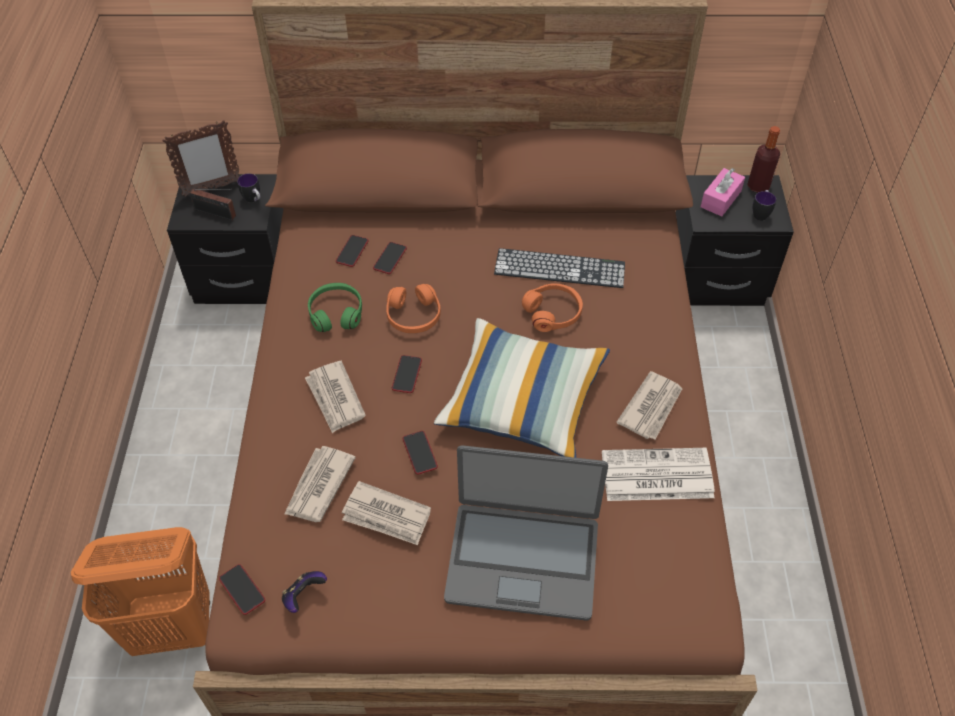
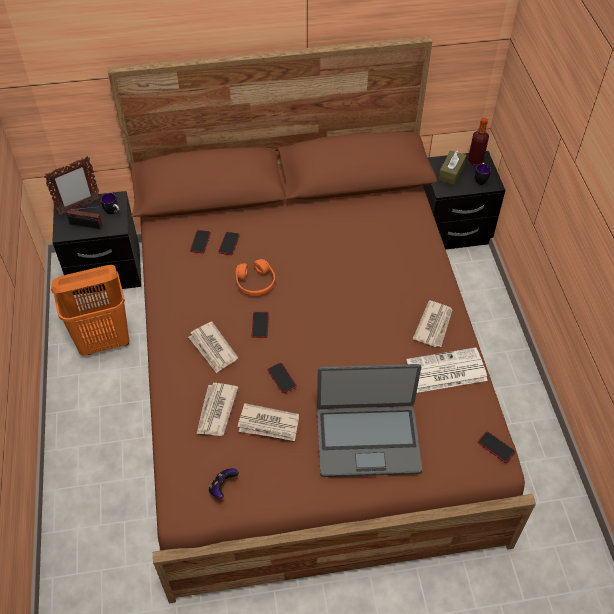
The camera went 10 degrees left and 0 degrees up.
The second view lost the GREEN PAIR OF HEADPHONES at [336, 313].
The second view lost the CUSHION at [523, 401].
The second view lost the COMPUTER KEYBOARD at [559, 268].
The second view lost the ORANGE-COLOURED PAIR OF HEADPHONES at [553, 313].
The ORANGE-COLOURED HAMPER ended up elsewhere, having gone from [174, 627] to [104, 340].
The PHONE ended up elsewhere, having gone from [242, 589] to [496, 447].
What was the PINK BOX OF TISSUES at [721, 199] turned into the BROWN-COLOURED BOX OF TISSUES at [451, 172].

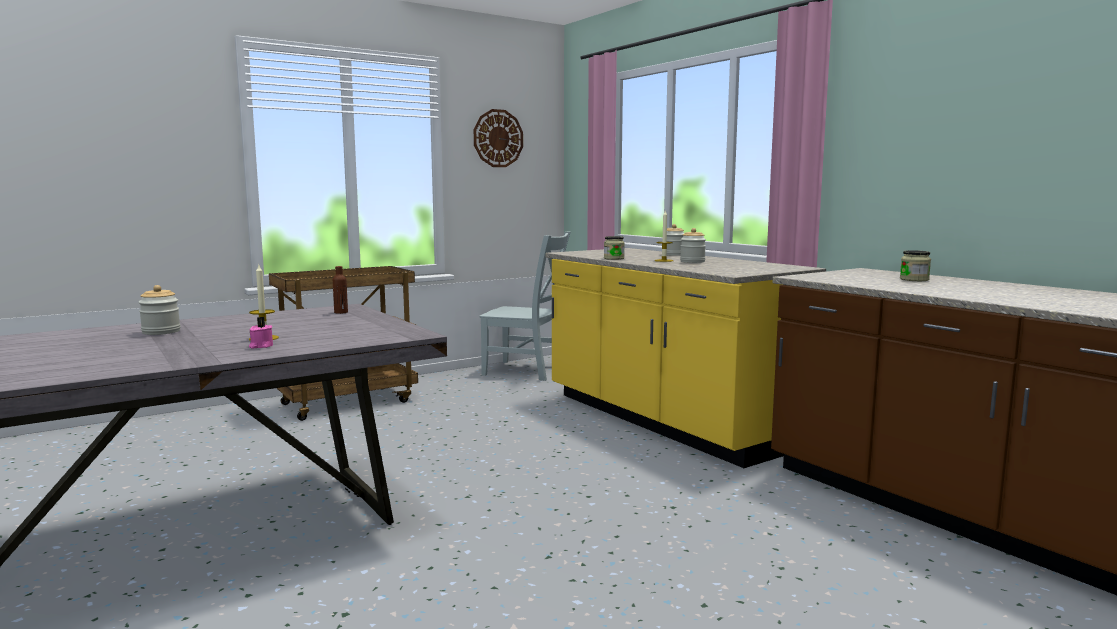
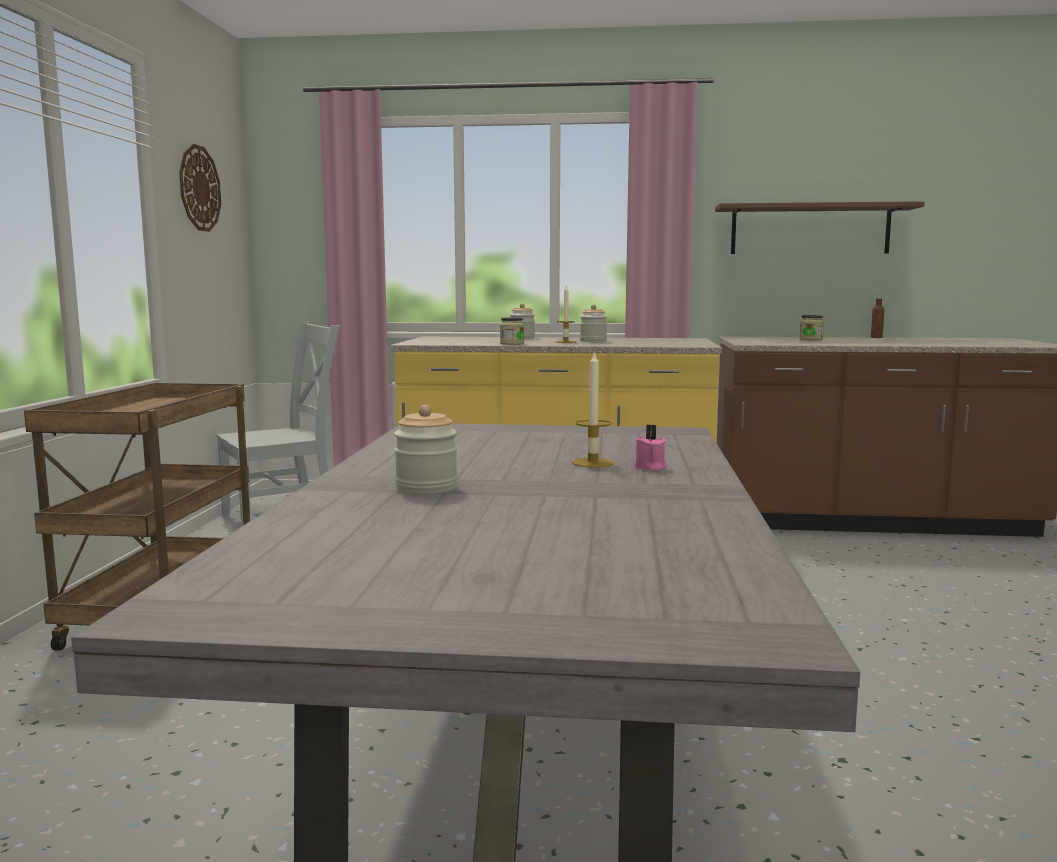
The camera went 50 degrees left and 0 degrees up.
The second view gained the BROWN-COLOURED BRACKET SHELF at [810, 230].
The BROWN-COLOURED BEVERAGE BOTTLE ended up elsewhere, having gone from [341, 312] to [876, 337].

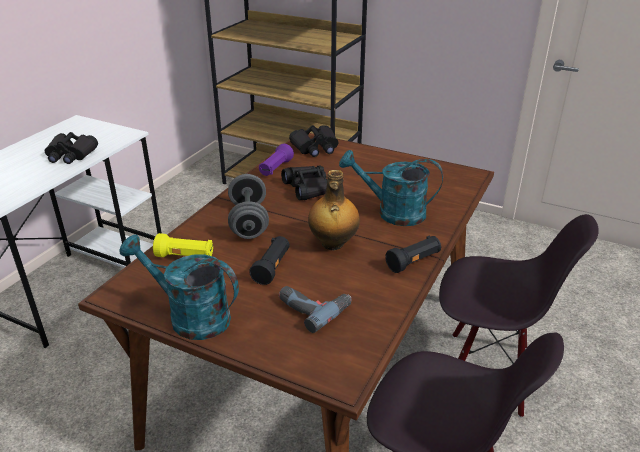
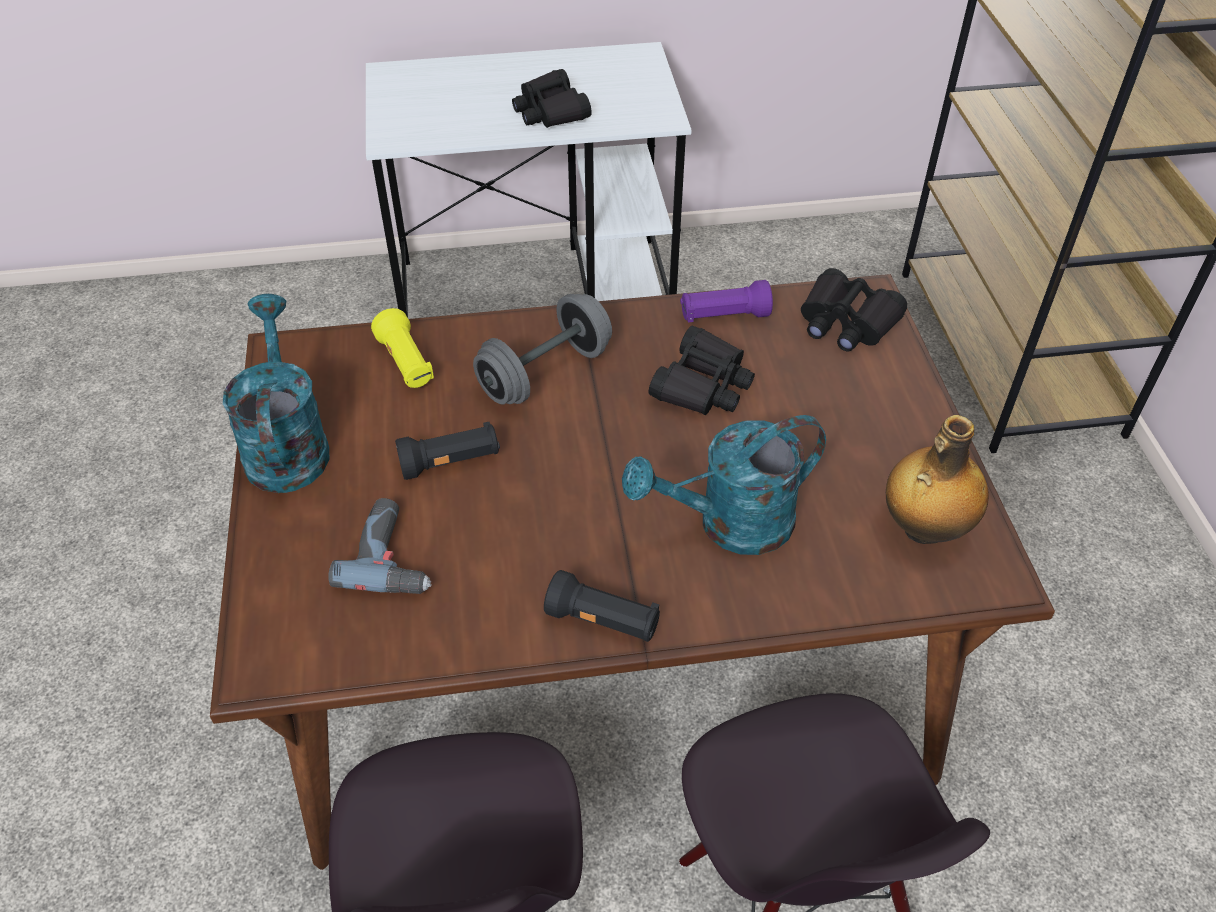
The camera went 55 degrees right and 15 degrees up.
The BEVERAGE BOTTLE ended up elsewhere, having gone from [332, 244] to [923, 528].
The BLUE-GREEN SPRINKLING CAN at [392, 213] ended up facing another way, 90 degrees counterclockwise from before.

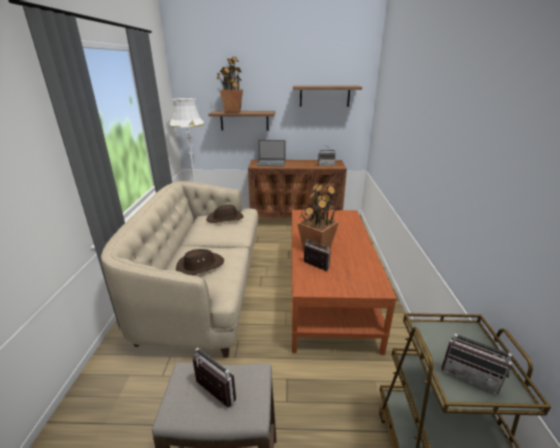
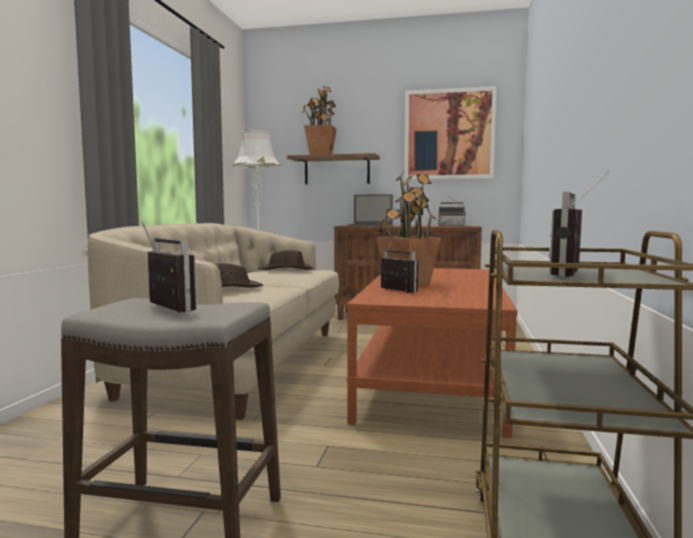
The camera went 10 degrees right and 20 degrees down.
Where the BRACKET SHELF hung at [324, 96], the PICTURE came to hang at [449, 134].
The RADIO SET at [470, 374] ended up facing another way, 75 degrees clockwise from before.

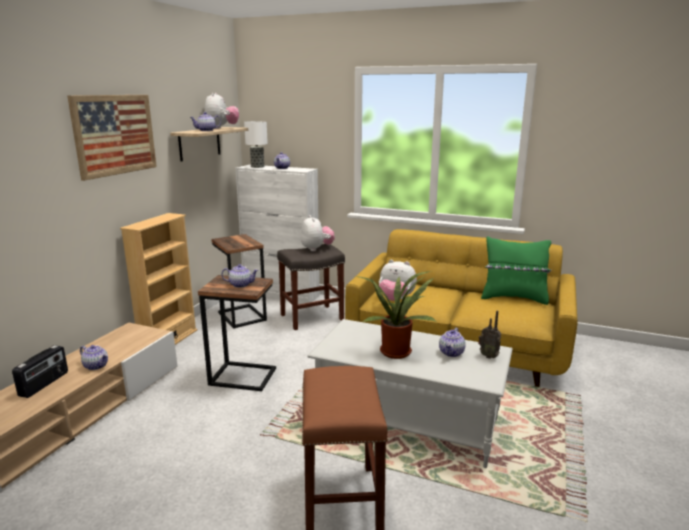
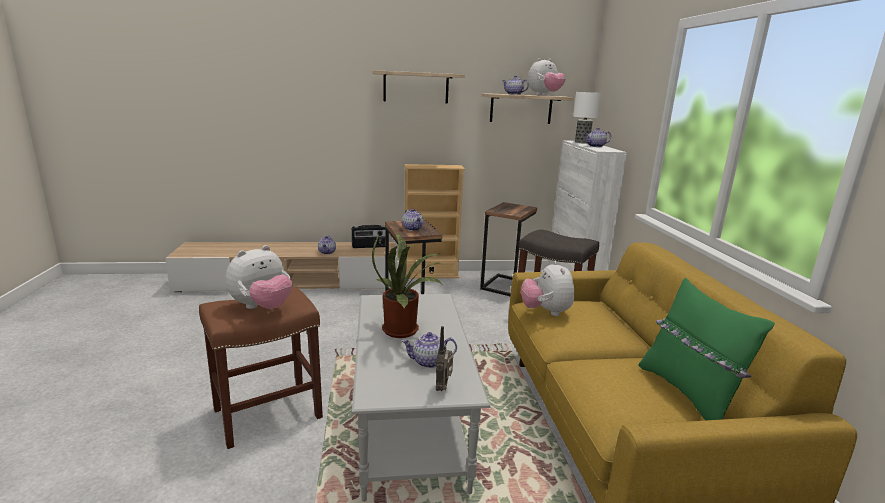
The camera went 60 degrees right and 0 degrees up.
The RADIO SET ended up elsewhere, having gone from [44, 384] to [369, 246].
The PLUSH TOY ended up elsewhere, having gone from [317, 249] to [262, 307].
Where the PICTURE hung at [115, 135], the BRACKET SHELF came to hang at [416, 87].

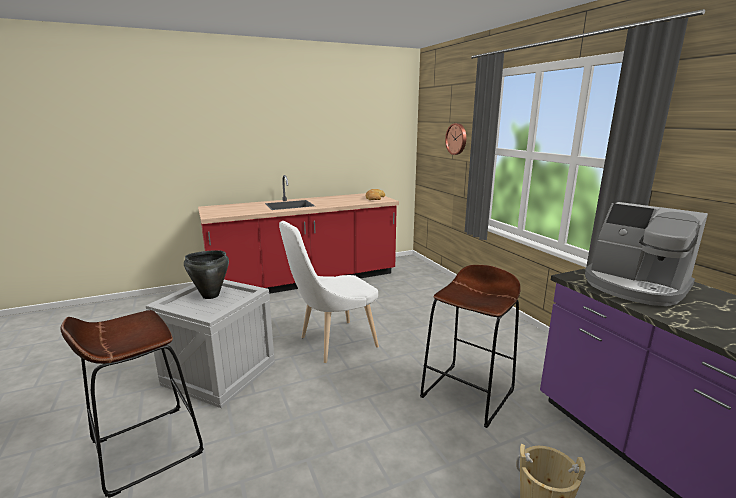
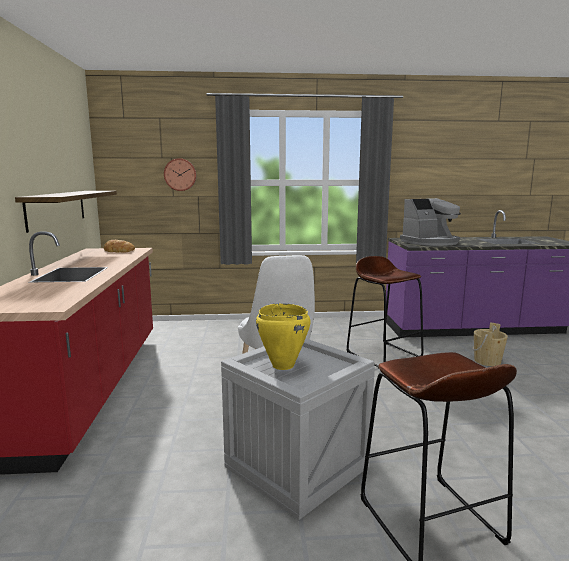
The camera went 70 degrees left and 5 degrees down.
The second view gained the BRACKET SHELF at [57, 209].
What was the BLACKISH SAUCEPOT at [210, 295] turned into the YELLOW SAUCEPOT at [282, 365].

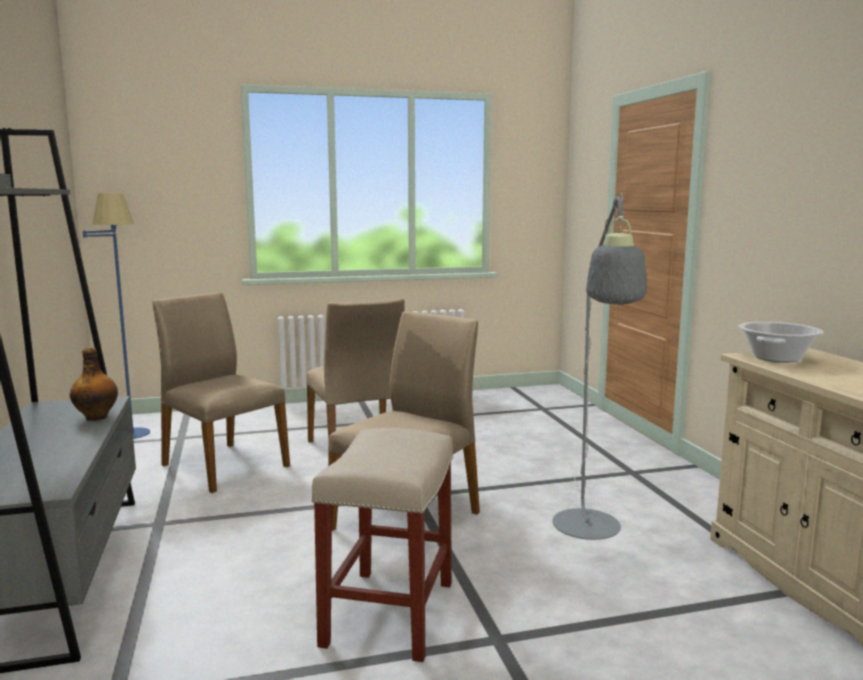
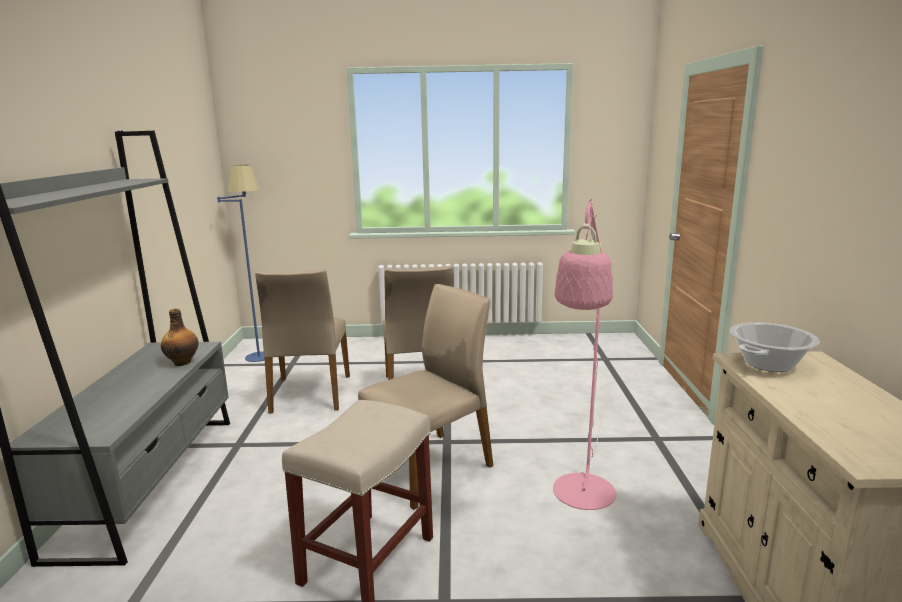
The camera went 15 degrees right and 5 degrees up.
What was the GREYISH STANDING LAMP at [589, 532] turned into the PINK STANDING LAMP at [582, 500].
The SAND-COLOURED UPRIGHT CHAIR at [223, 465] ended up facing another way, 150 degrees counterclockwise from before.

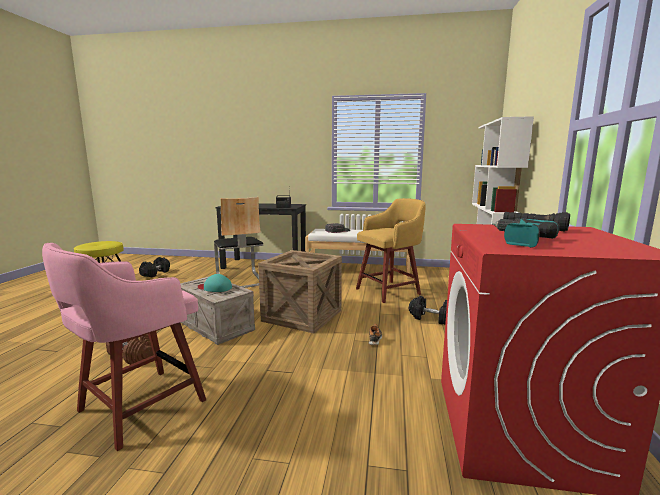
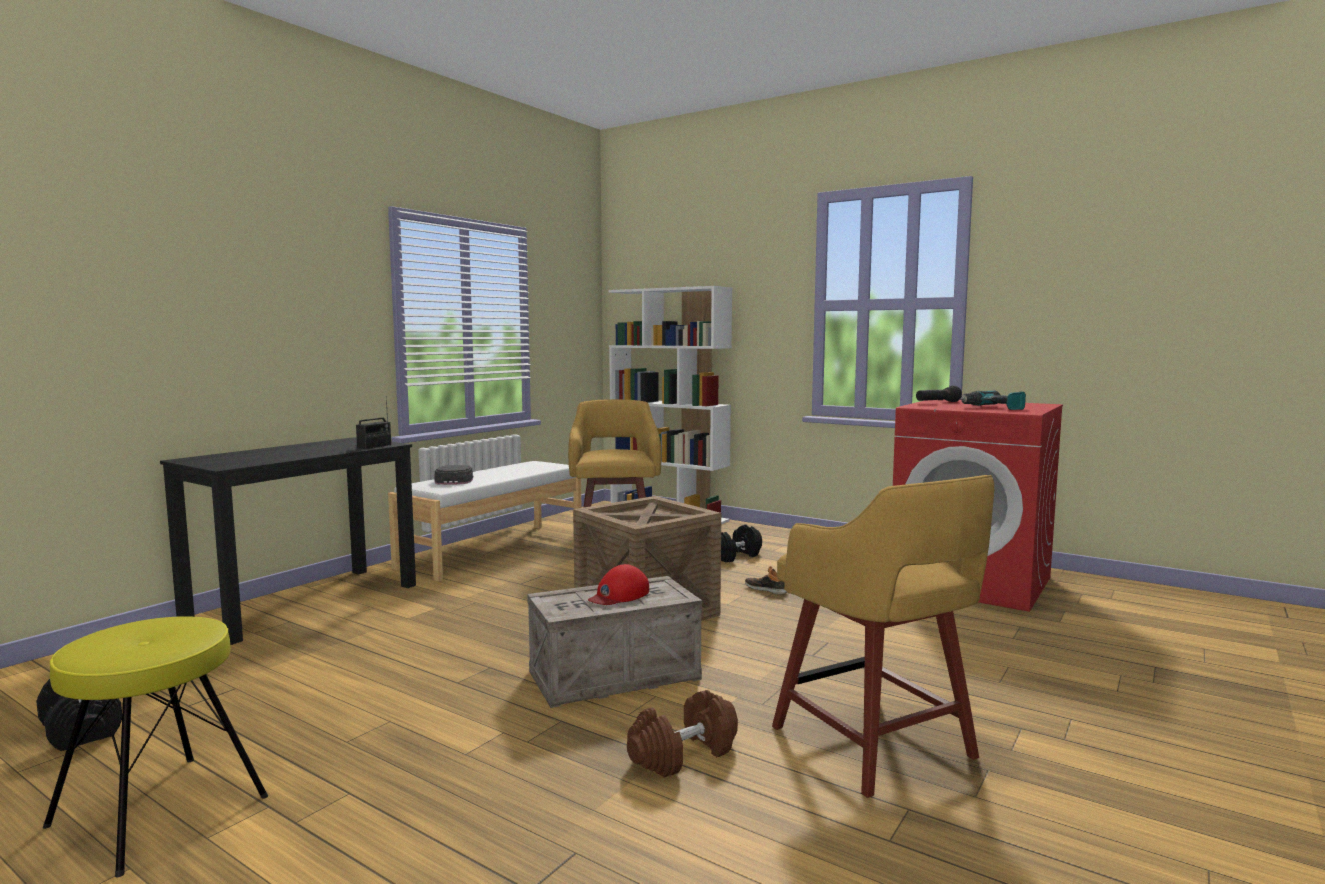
The camera went 65 degrees left and 5 degrees down.
The second view lost the UPRIGHT CHAIR at [240, 280].
What was the PINK STOOL SEAT at [138, 407] turned into the YELLOW STOOL SEAT at [875, 745].
What was the BLUE-GREEN PEAKED CAP at [215, 288] turned into the REDDISH PEAKED CAP at [619, 595].

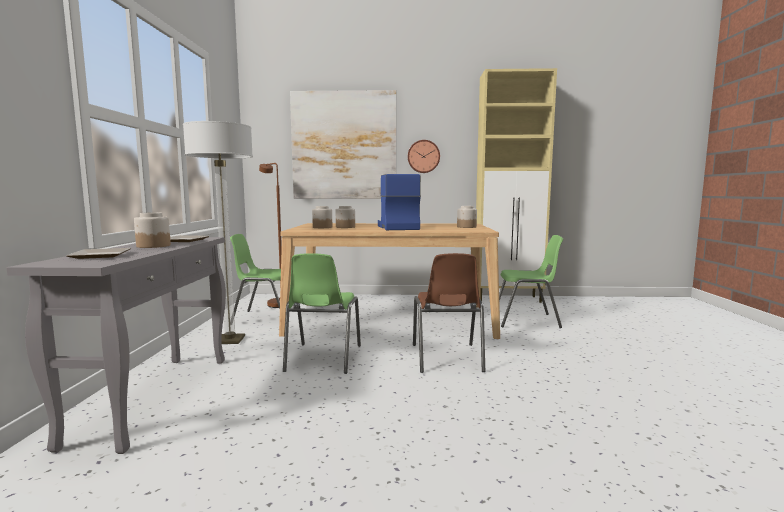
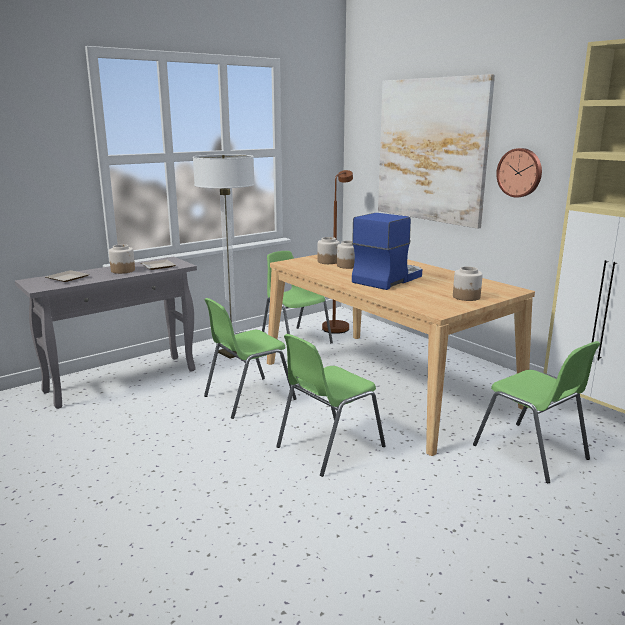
The camera went 50 degrees right and 10 degrees up.
What was the BROWN-COLOURED UPRIGHT CHAIR at [446, 358] turned into the GREEN UPRIGHT CHAIR at [328, 447].

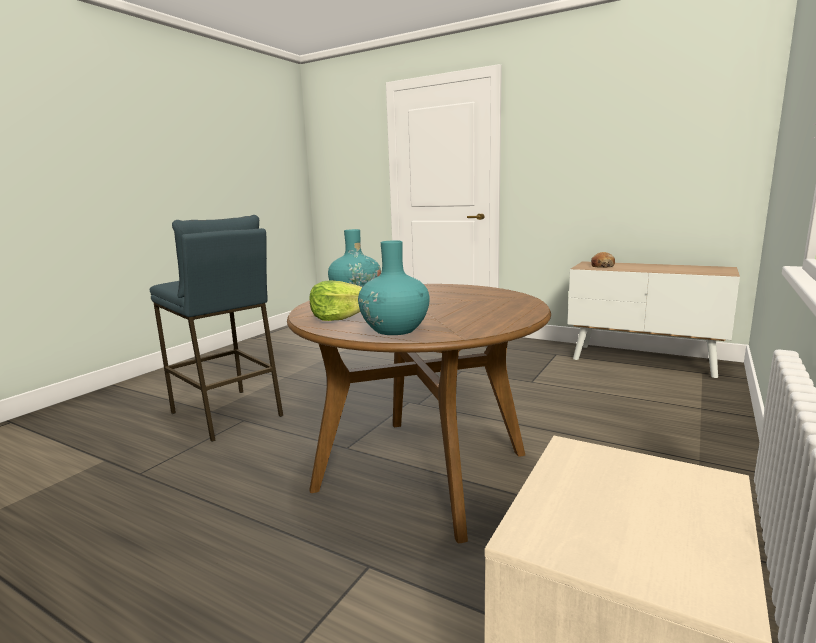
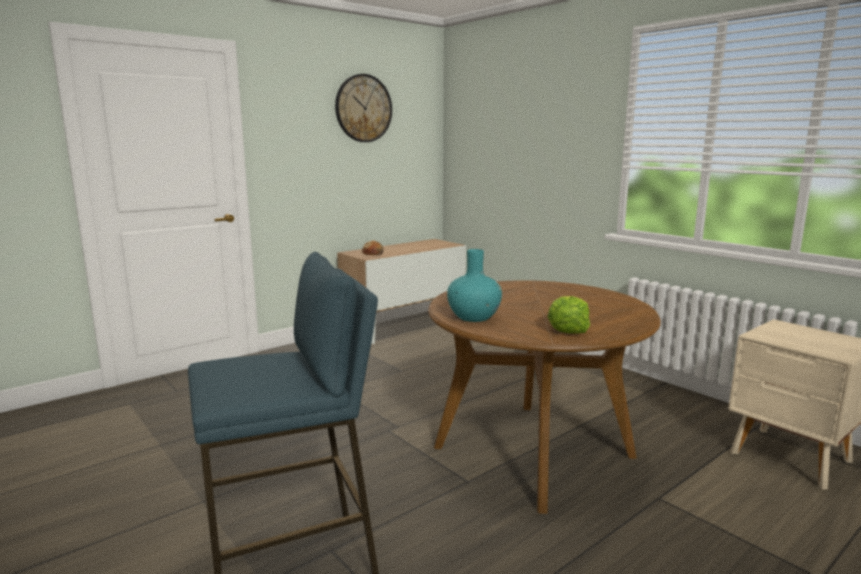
The camera went 70 degrees left and 0 degrees up.
The second view lost the BLUE-GREEN VASE at [395, 330].
The second view gained the HANGING CLOCK at [363, 108].

